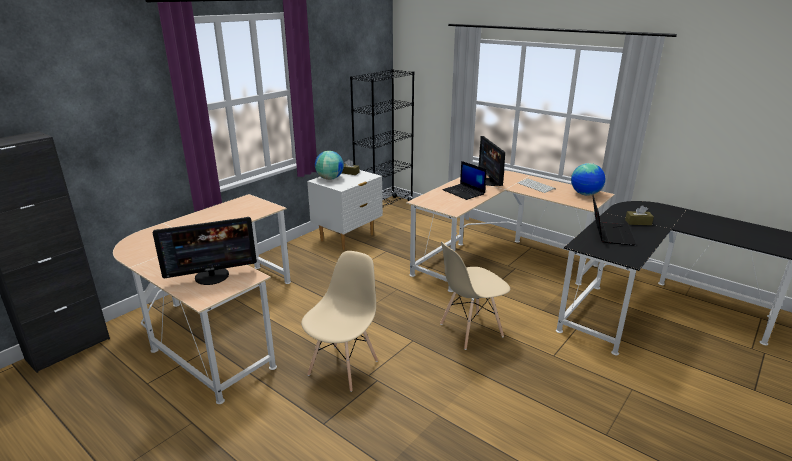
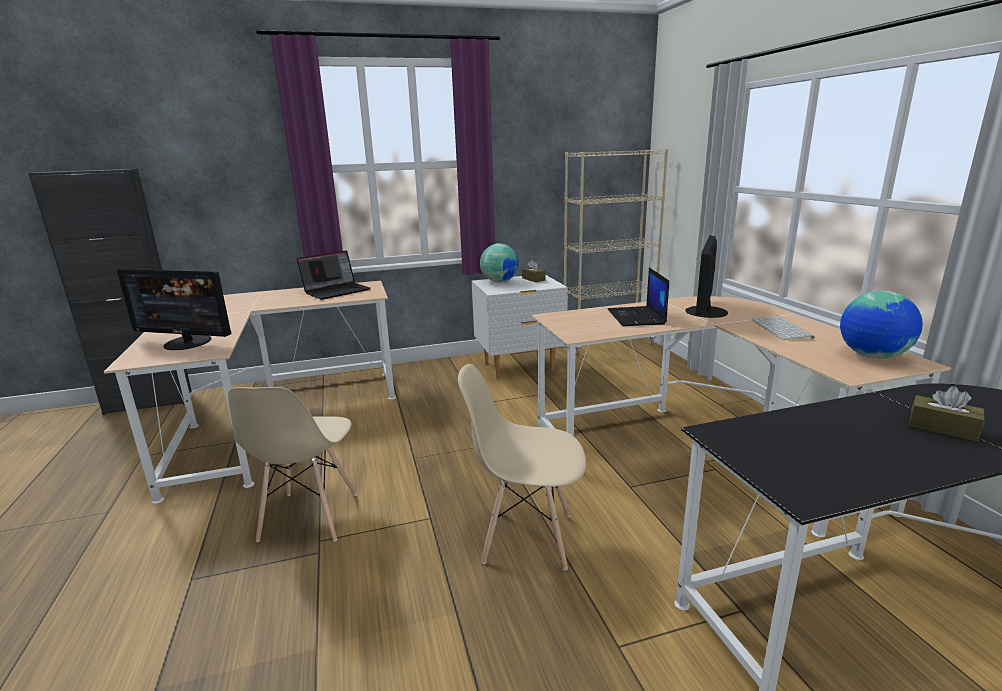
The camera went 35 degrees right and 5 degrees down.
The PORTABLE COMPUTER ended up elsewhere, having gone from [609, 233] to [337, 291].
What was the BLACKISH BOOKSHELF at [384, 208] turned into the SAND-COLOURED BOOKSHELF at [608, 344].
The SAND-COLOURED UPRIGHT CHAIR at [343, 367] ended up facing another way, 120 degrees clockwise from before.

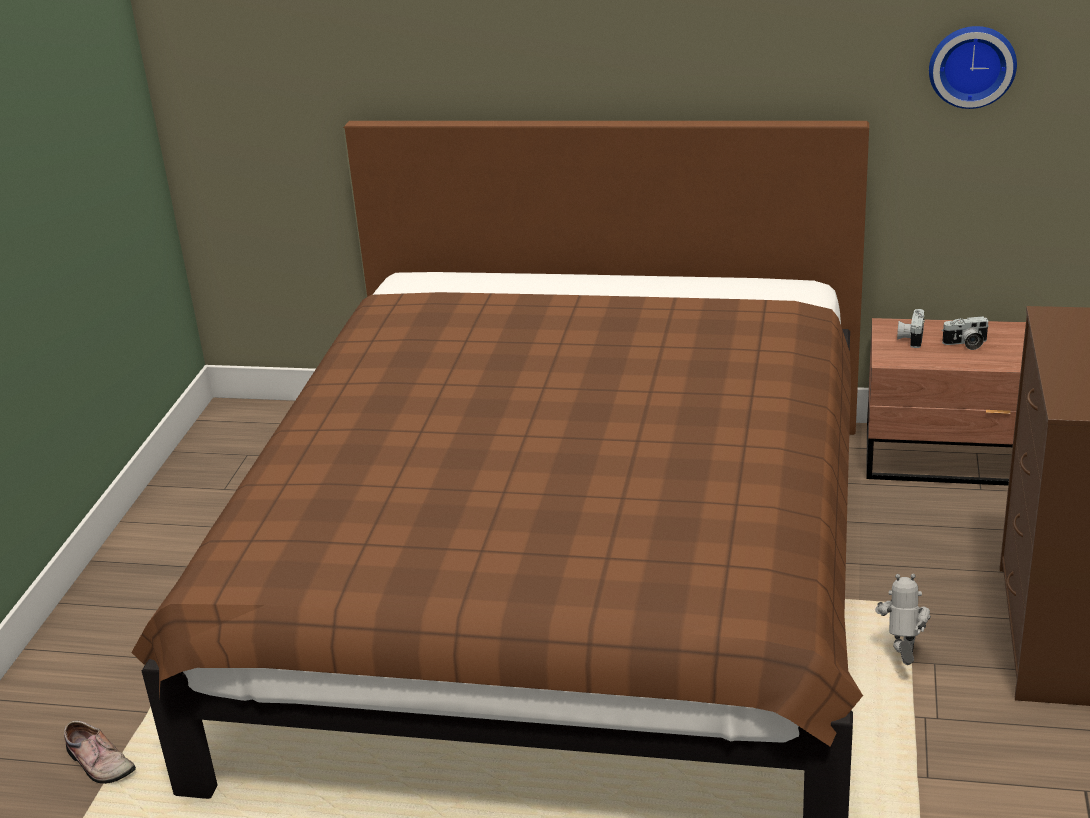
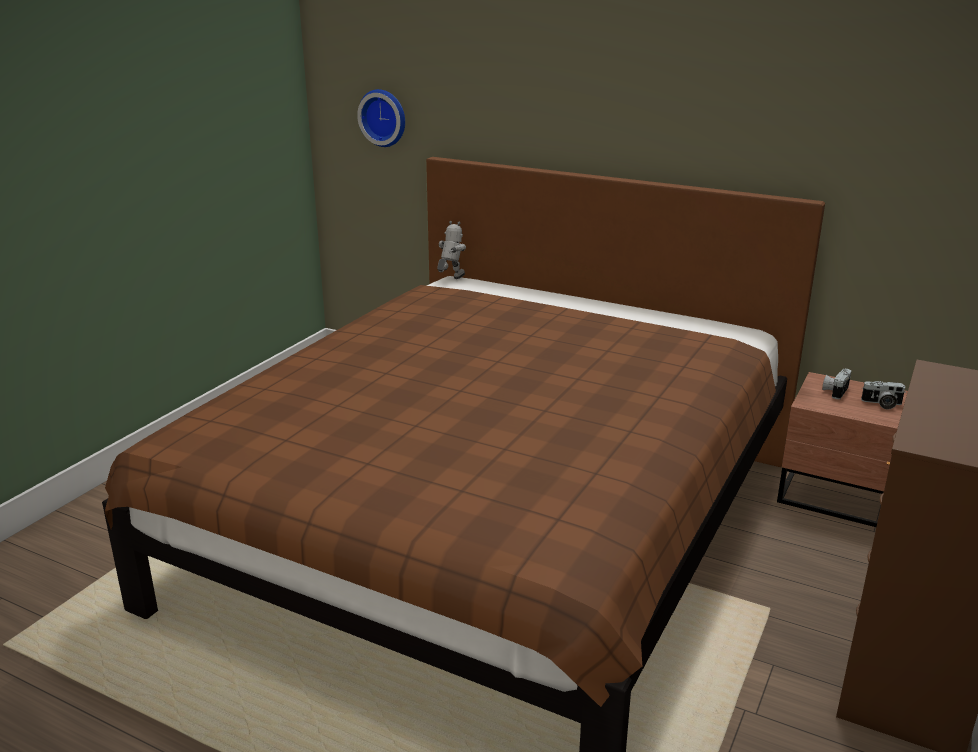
The camera went 15 degrees right and 5 degrees down.
The second view lost the ITEM OF FOOTWEAR at [98, 764].
The TOY ROBOT ended up elsewhere, having gone from [902, 659] to [450, 279].
The HANGING CLOCK ended up elsewhere, having gone from [972, 65] to [384, 117].

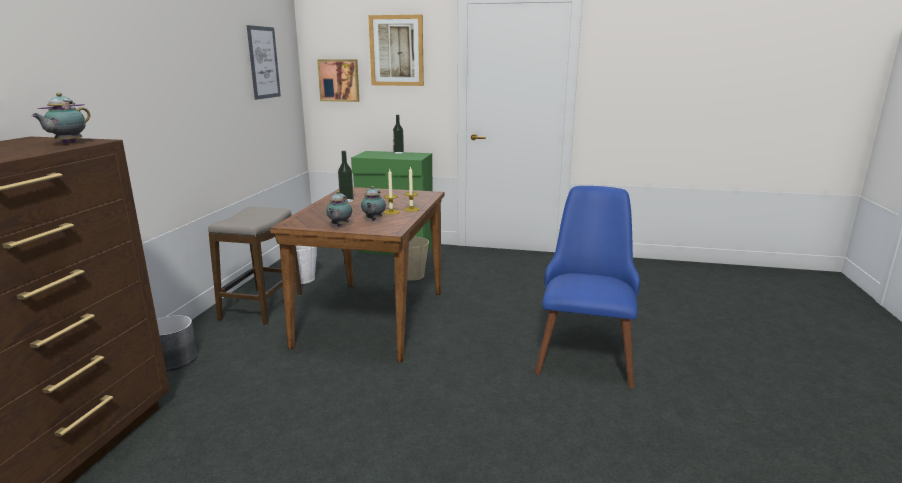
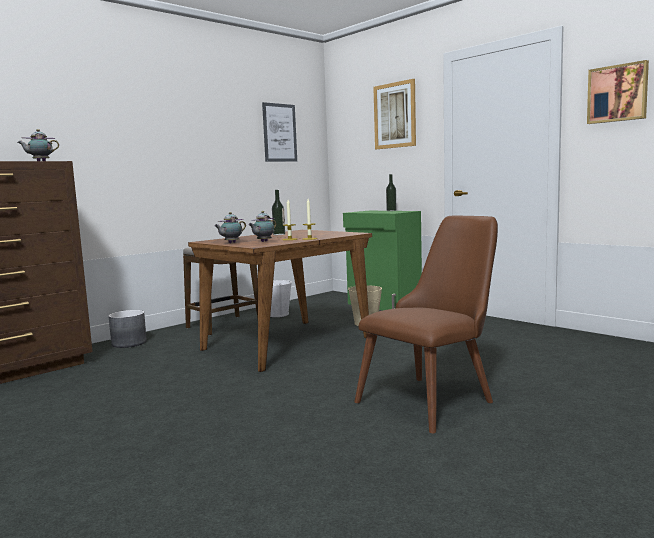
The camera went 35 degrees right and 10 degrees down.
The PICTURE ended up elsewhere, having gone from [339, 80] to [617, 93].
What was the BLUE-COLOURED UPRIGHT CHAIR at [585, 350] turned into the BROWN-COLOURED UPRIGHT CHAIR at [434, 397].

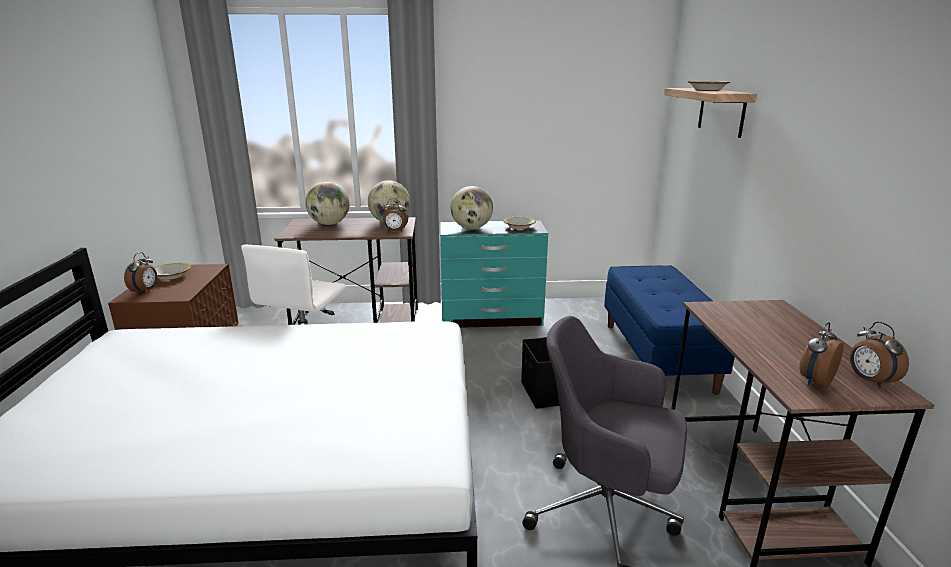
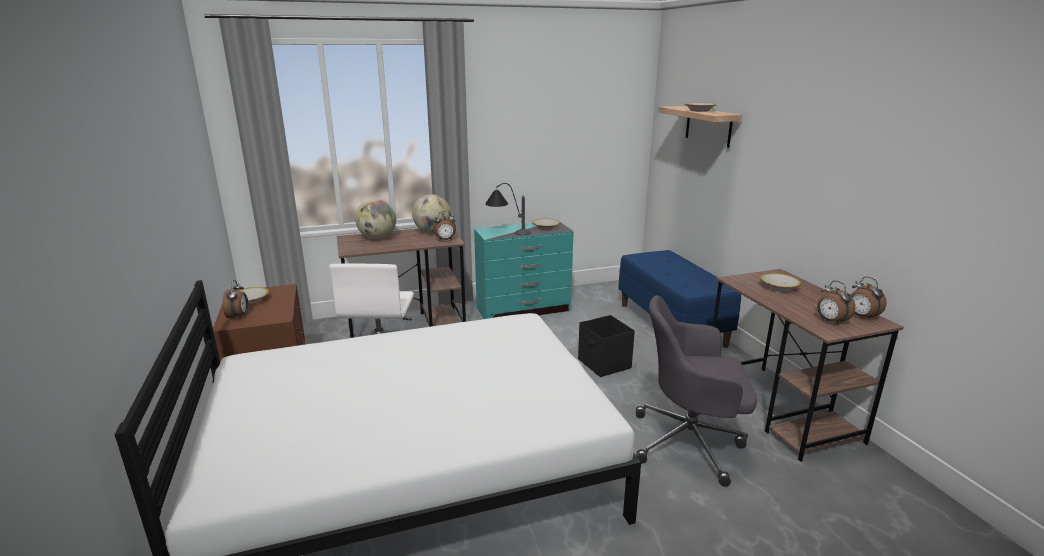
The camera went 15 degrees left and 0 degrees up.
The second view gained the BOWL at [779, 287].
Where the GLOBE stood at [471, 228], the TABLETOP LAMP came to stand at [506, 232].
The BEDSIDE CLOCK at [814, 381] ended up facing another way, 60 degrees counterclockwise from before.

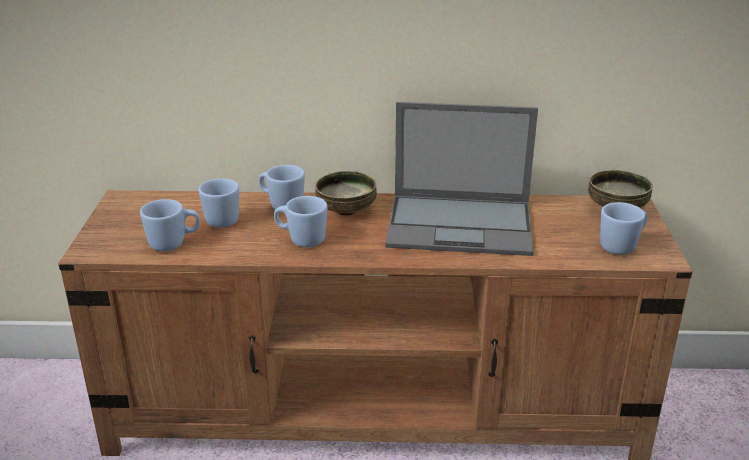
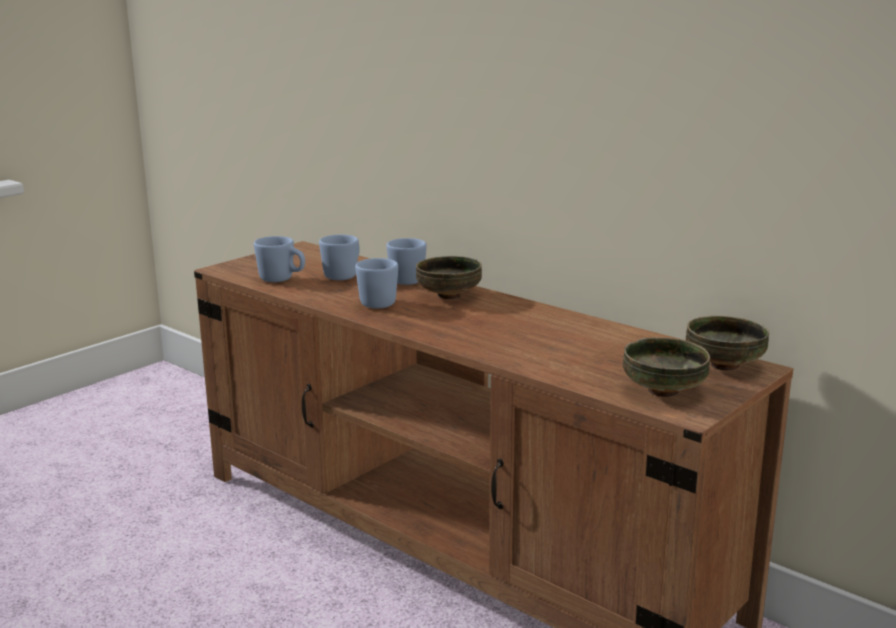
The camera went 40 degrees right and 10 degrees down.
The second view lost the PORTABLE COMPUTER at [462, 225].
Where the BLUE-COLOURED MUG stood at [622, 246], the BOWL came to stand at [662, 391].

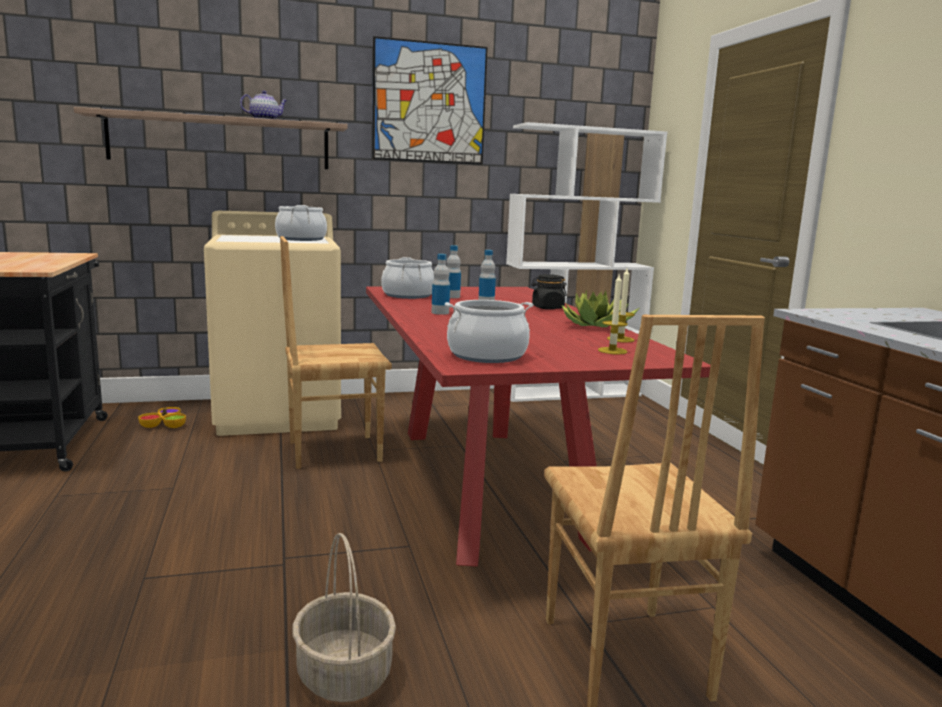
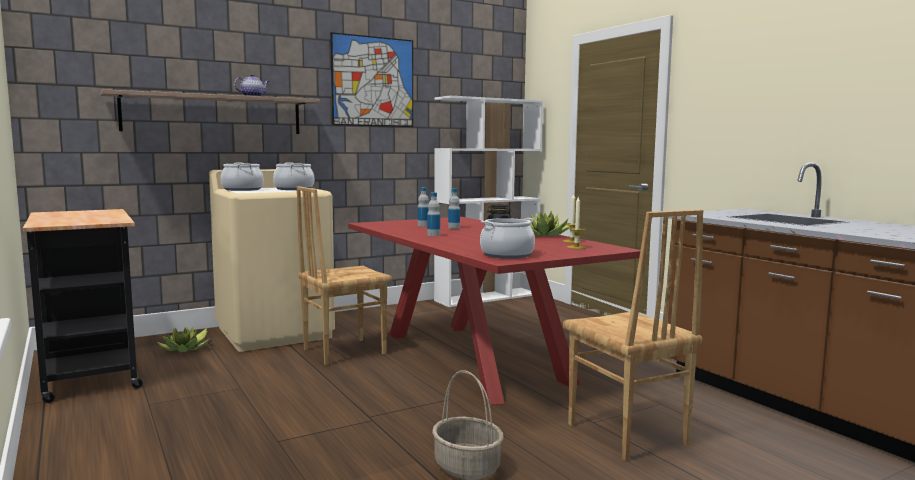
The camera went 15 degrees left and 5 degrees down.
The SAUCEPOT ended up elsewhere, having gone from [408, 295] to [242, 189].
Where the BOWL stood at [165, 424], the HOUSEPLANT came to stand at [186, 349].

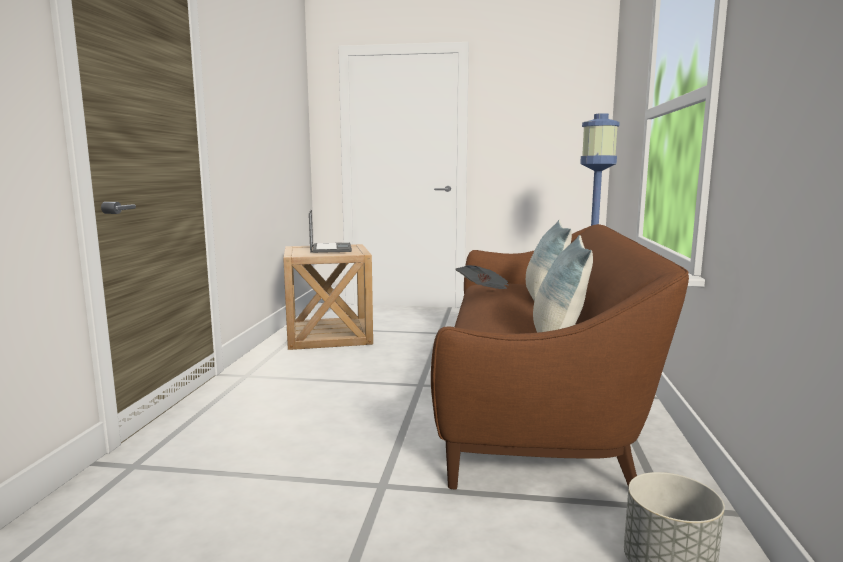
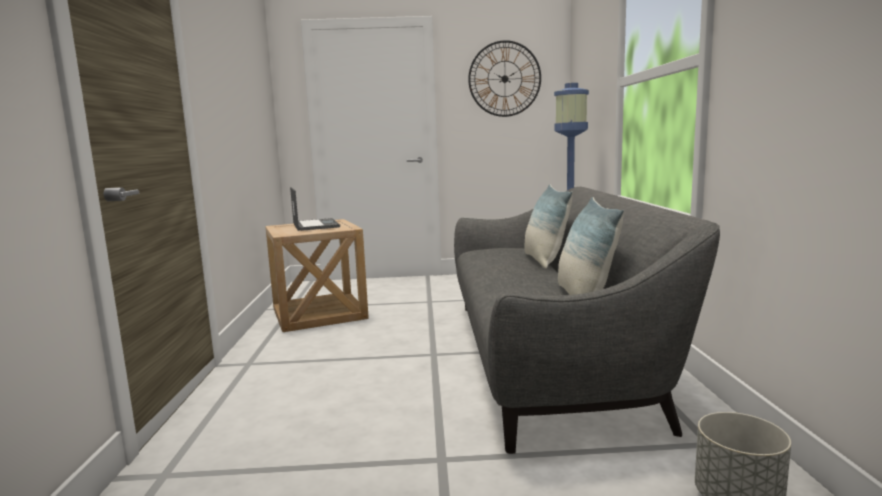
The camera went 10 degrees left and 0 degrees up.
The second view lost the NEWSPAPER at [484, 293].
The second view gained the HANGING CLOCK at [504, 79].
What was the BROWN-COLOURED SOFA at [536, 399] turned into the GREYISH SOFA at [548, 356].

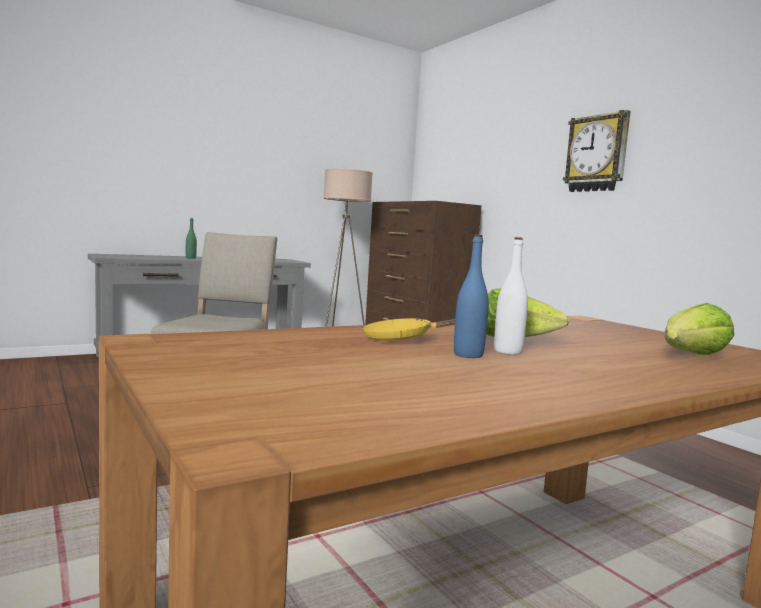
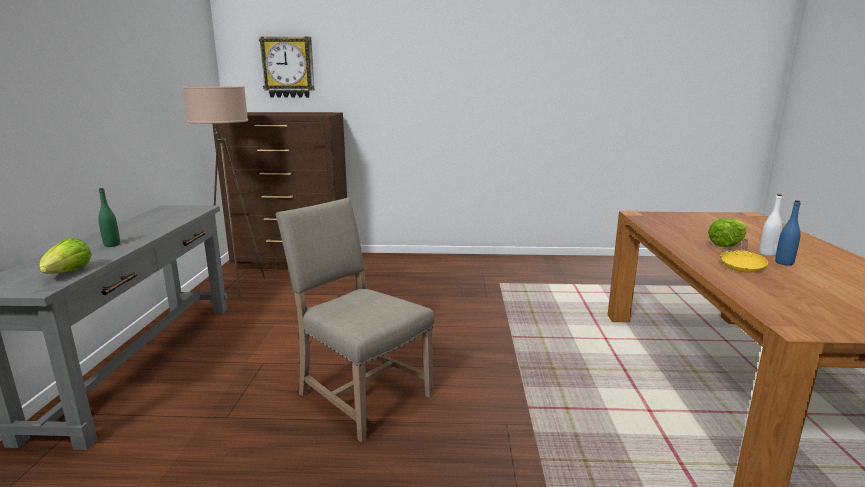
The camera went 55 degrees left and 10 degrees up.
The HANGING CLOCK ended up elsewhere, having gone from [597, 153] to [288, 67].
The LETTUCE HEAD ended up elsewhere, having gone from [692, 356] to [68, 274].

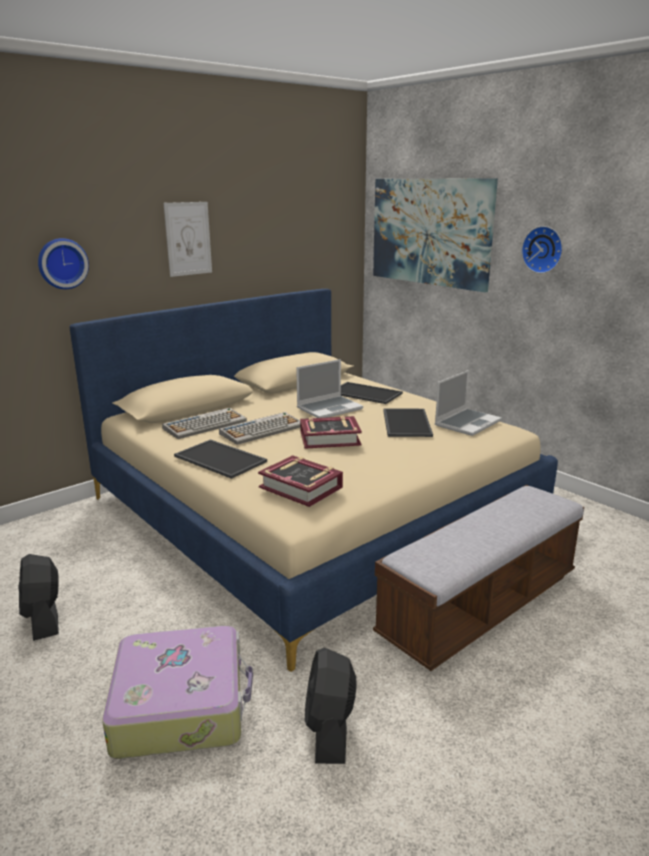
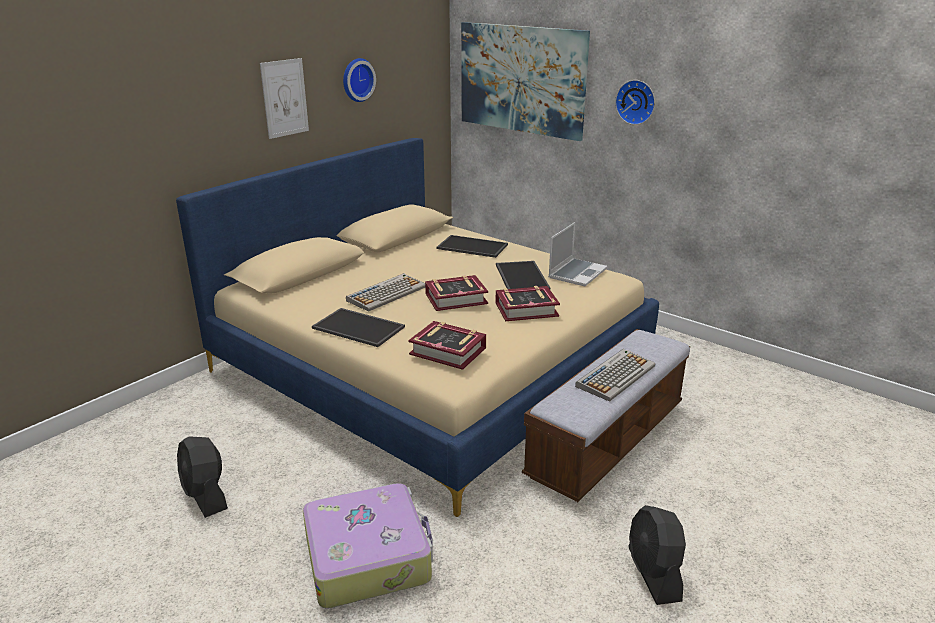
The camera went 10 degrees left and 5 degrees up.
The second view lost the PORTABLE COMPUTER at [329, 408].
The second view gained the VOLUME at [526, 309].
The HANGING CLOCK ended up elsewhere, having gone from [62, 263] to [356, 79].
The COMPUTER KEYBOARD ended up elsewhere, having gone from [205, 424] to [615, 375].
The BLACKISH ELECTRIC FAN ended up elsewhere, having gone from [329, 728] to [653, 574].

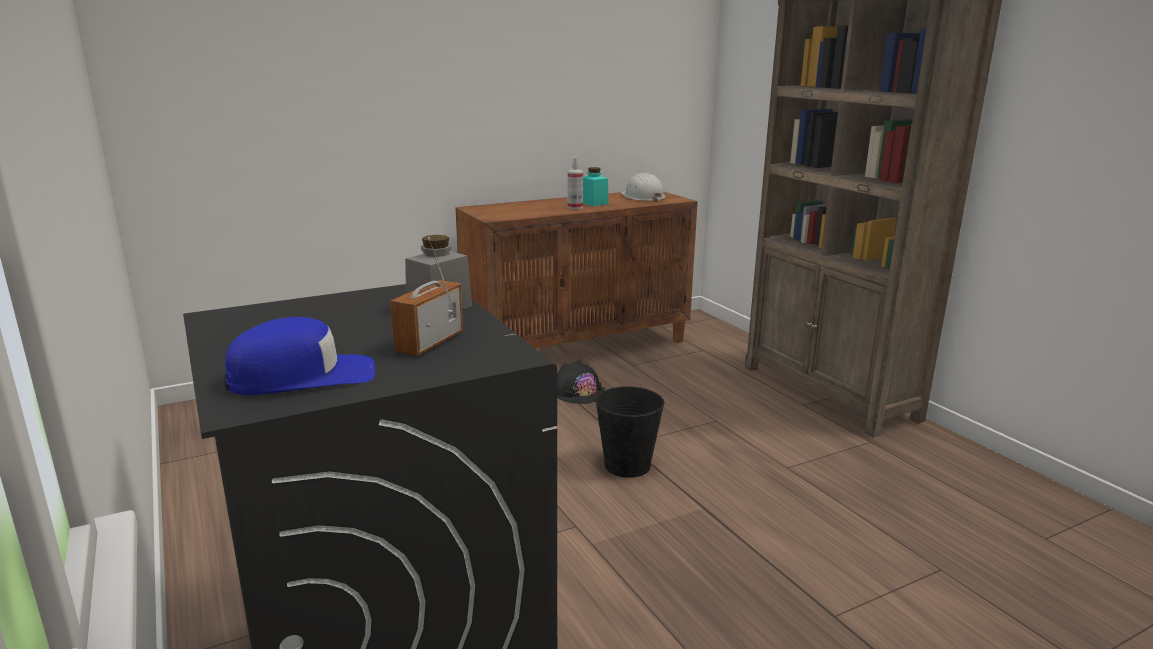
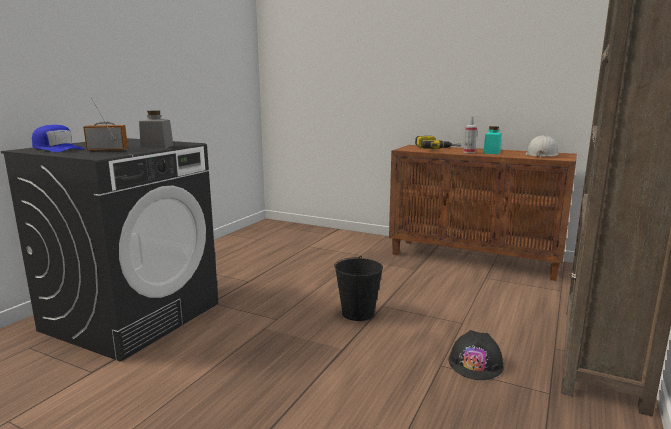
The camera went 55 degrees right and 5 degrees down.
The second view gained the DRILL at [436, 148].
The BLACKISH WORK HELMET ended up elsewhere, having gone from [577, 392] to [475, 363].

